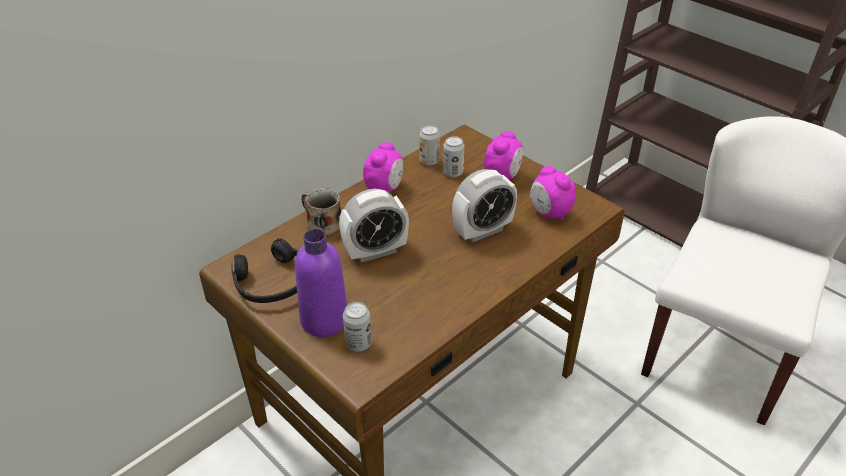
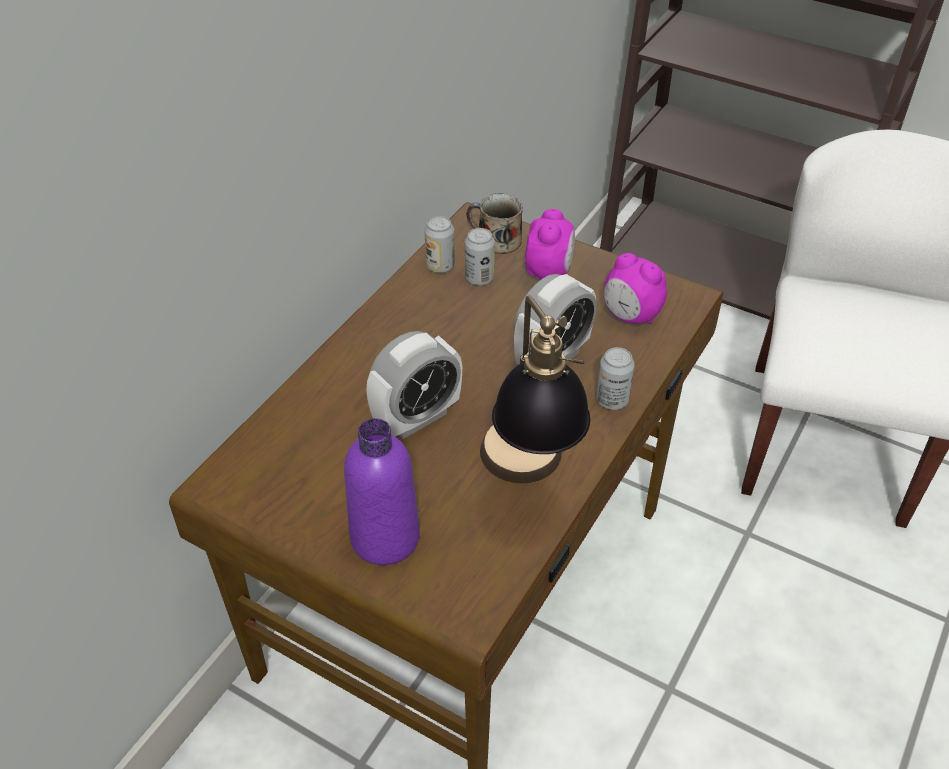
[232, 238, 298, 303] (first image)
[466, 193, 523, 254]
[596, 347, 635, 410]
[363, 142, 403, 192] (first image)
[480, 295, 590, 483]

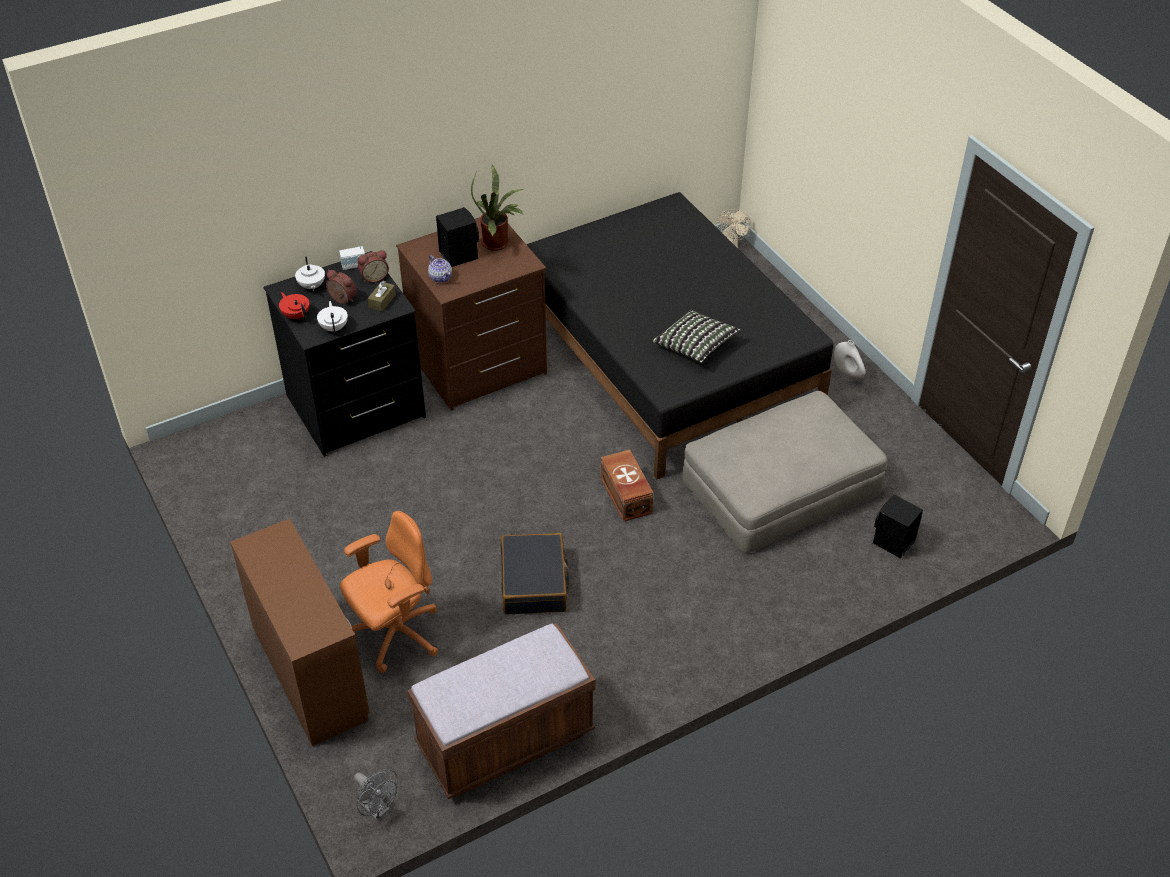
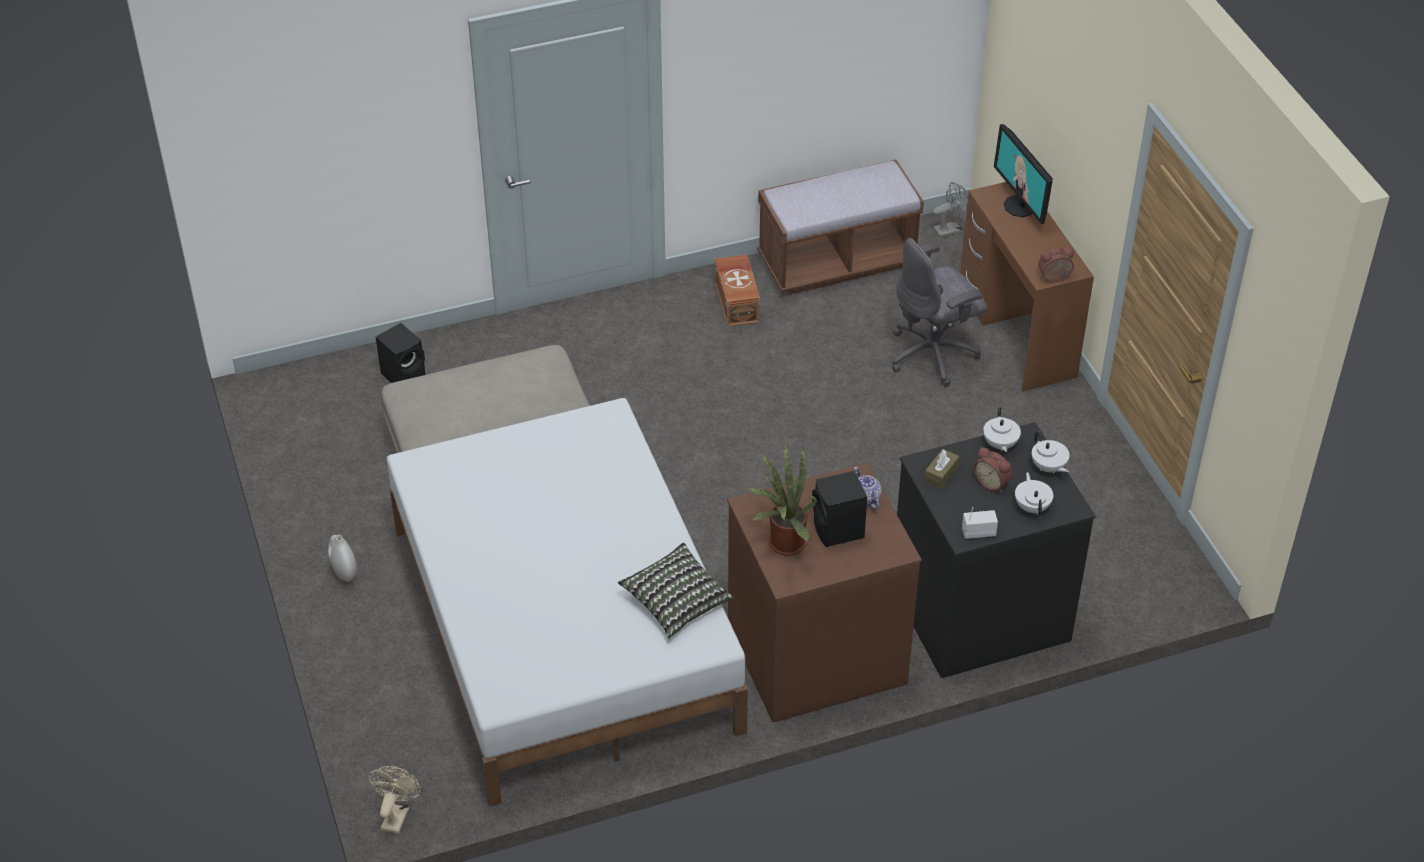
[1032, 431, 1069, 473]
[892, 238, 987, 387]
[933, 182, 968, 238]
[1038, 247, 1074, 283]
[501, 533, 570, 615] (first image)
[387, 398, 748, 807]
[715, 255, 760, 327]
[618, 543, 733, 639]
[994, 124, 1053, 224]

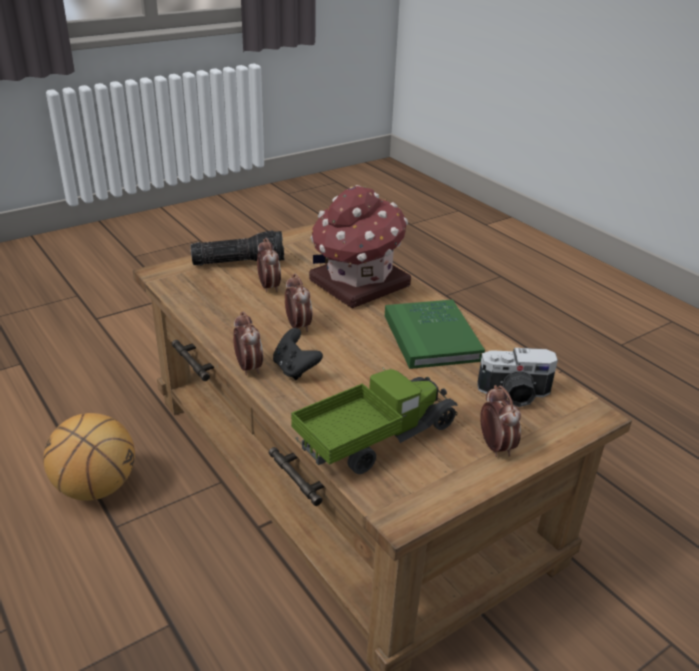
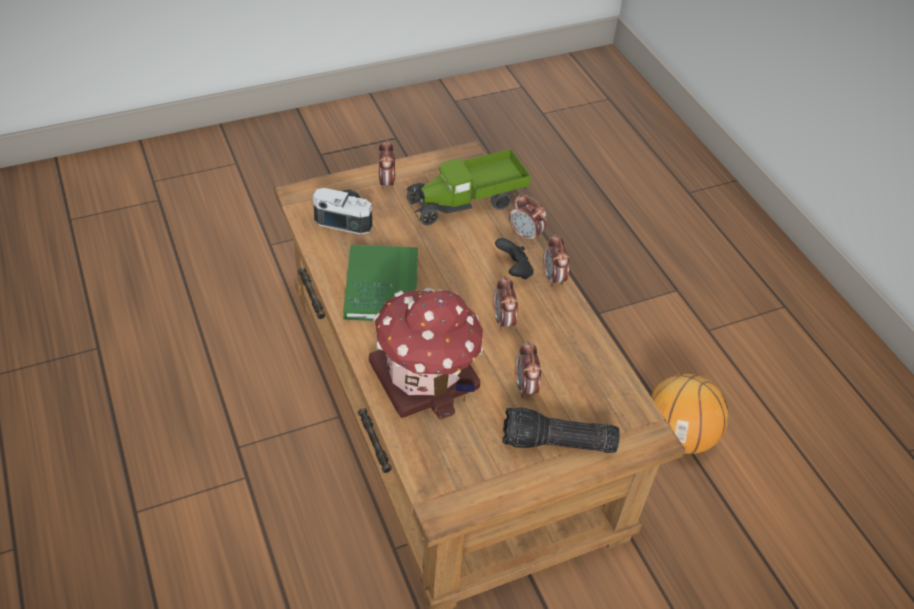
[509, 194, 547, 243]

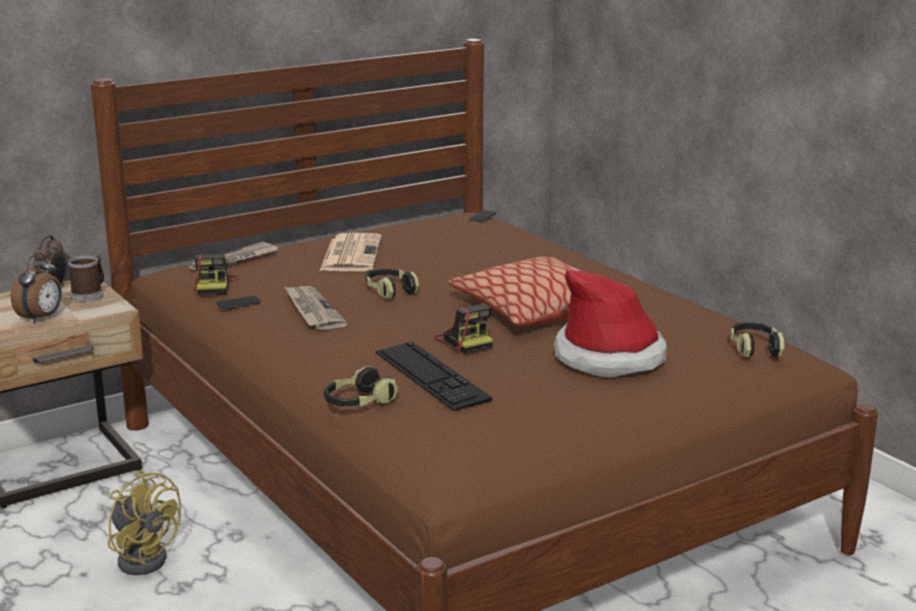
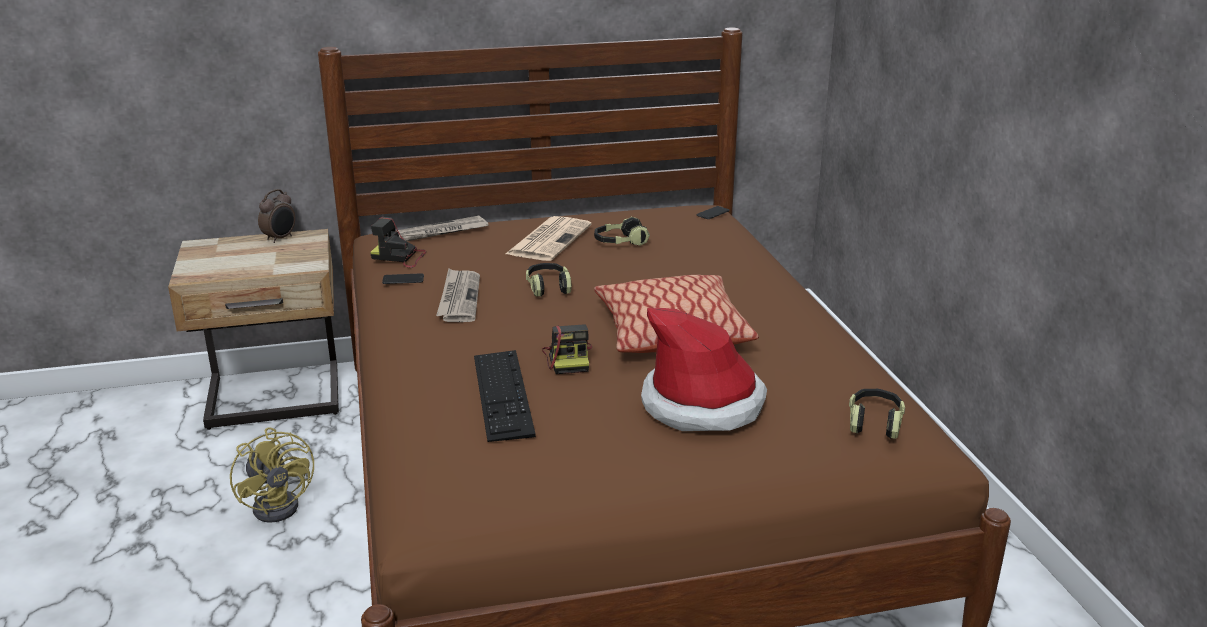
[11, 253, 62, 323] (first image)
[68, 255, 104, 303] (first image)
[370, 216, 427, 268]
[594, 217, 650, 246]

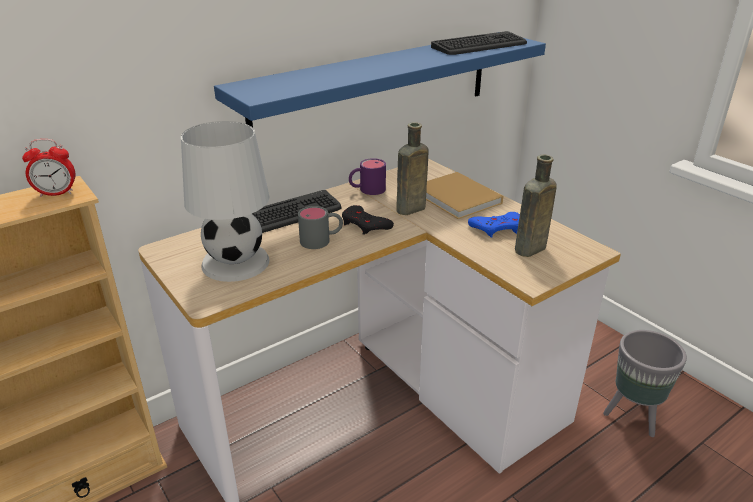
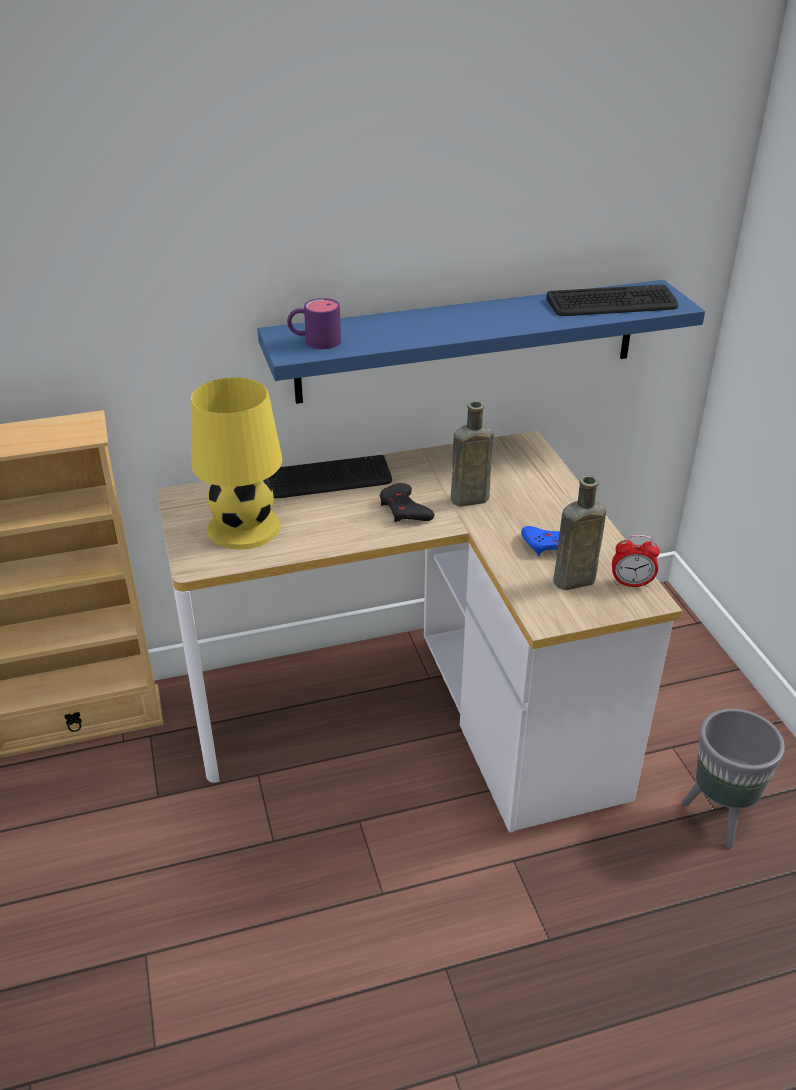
[612, 535, 660, 588]
[191, 377, 282, 550]
[298, 206, 343, 249] (first image)
[287, 298, 341, 349]
[426, 172, 503, 219] (first image)

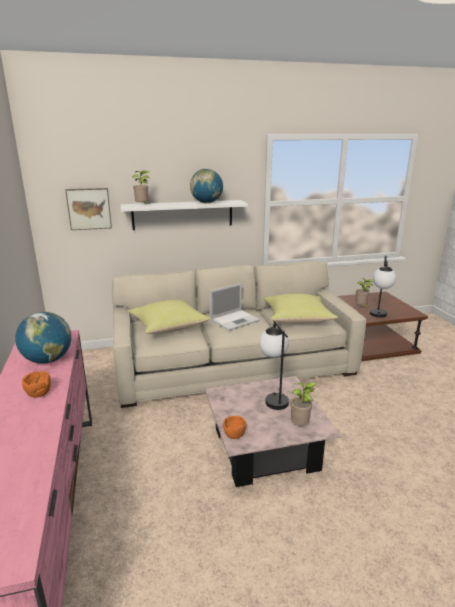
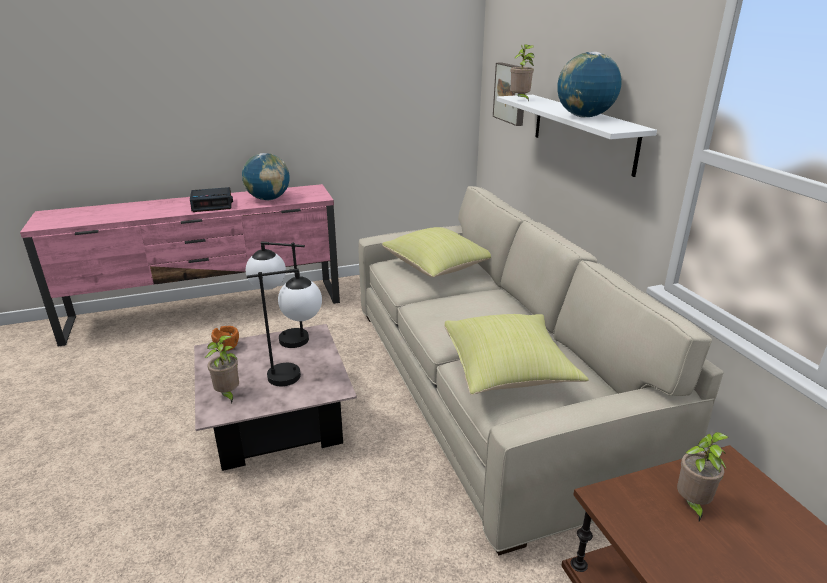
[190, 187, 233, 212]
[209, 283, 260, 331] (first image)
[246, 241, 309, 348]

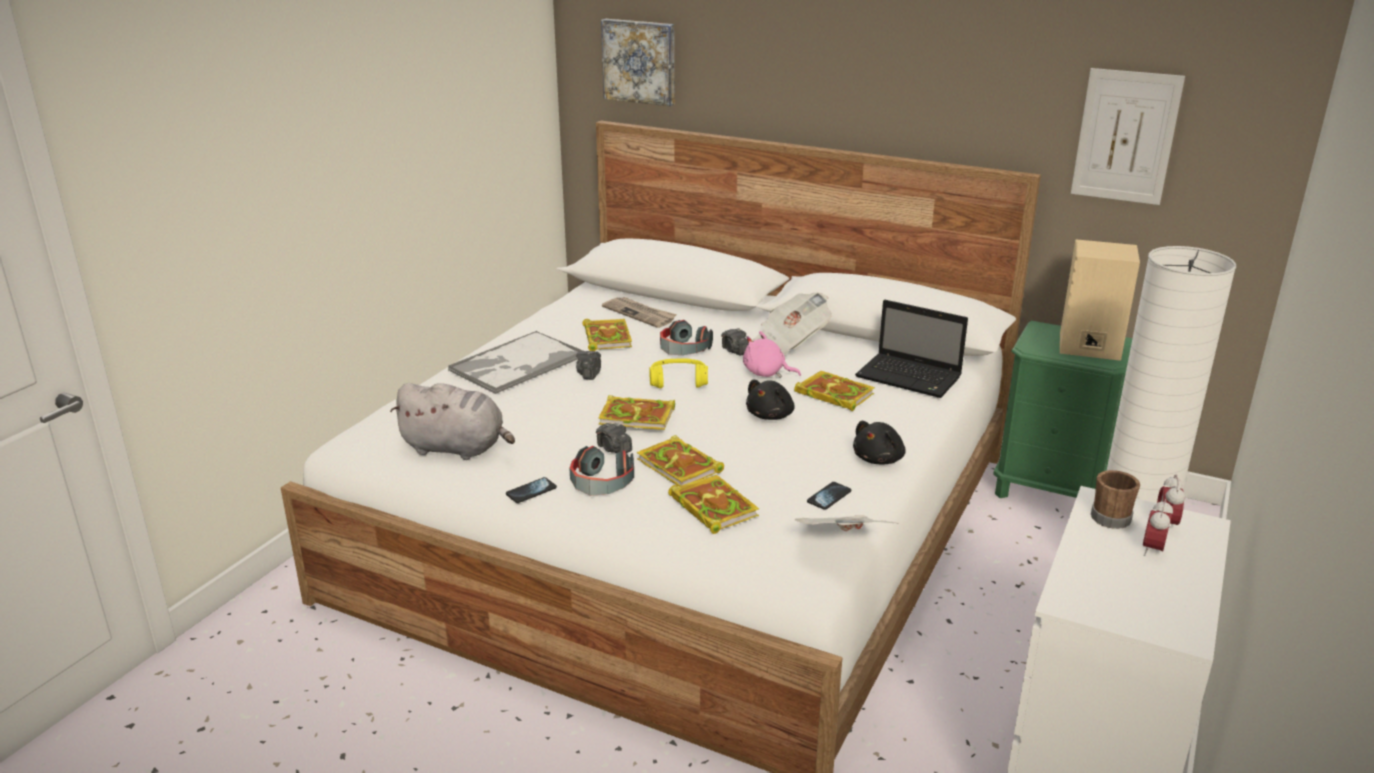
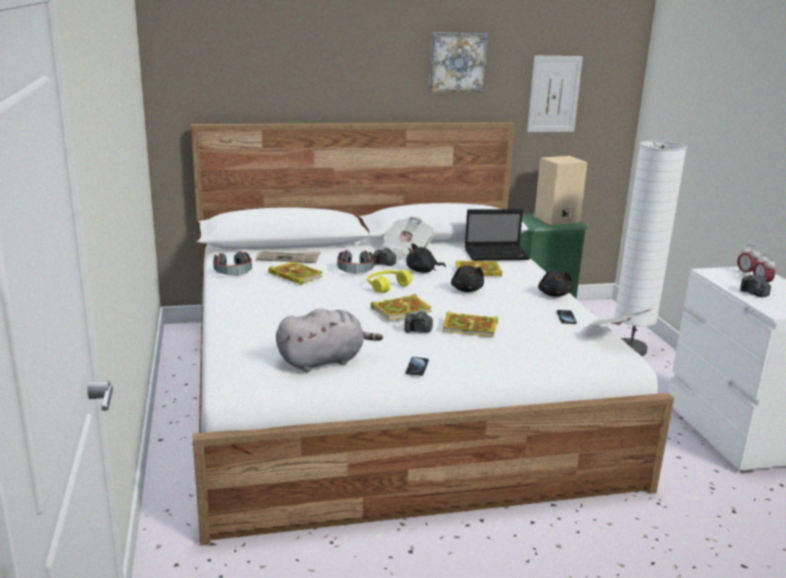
[448, 331, 583, 394] (first image)
[213, 251, 252, 276]
[740, 274, 771, 297]
[429, 32, 488, 92]
[668, 474, 759, 534] (first image)
[406, 243, 446, 273]
[1091, 470, 1140, 529] (first image)

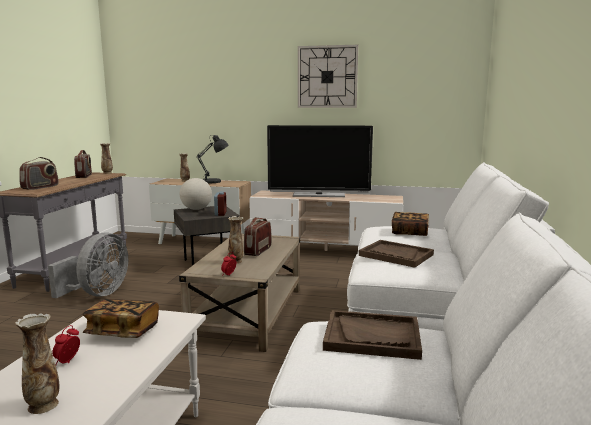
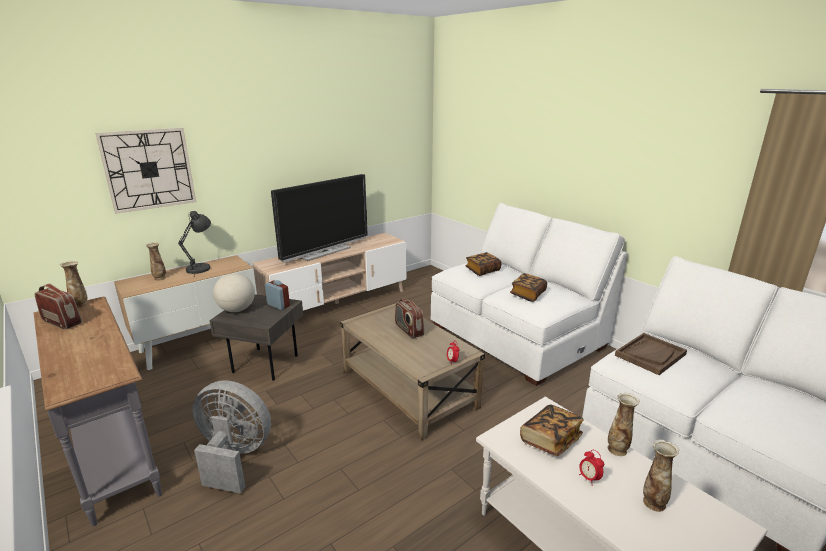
[19, 157, 59, 190] (first image)
[192, 380, 271, 494]
[608, 392, 640, 456]
[95, 128, 196, 214]
[510, 273, 547, 302]

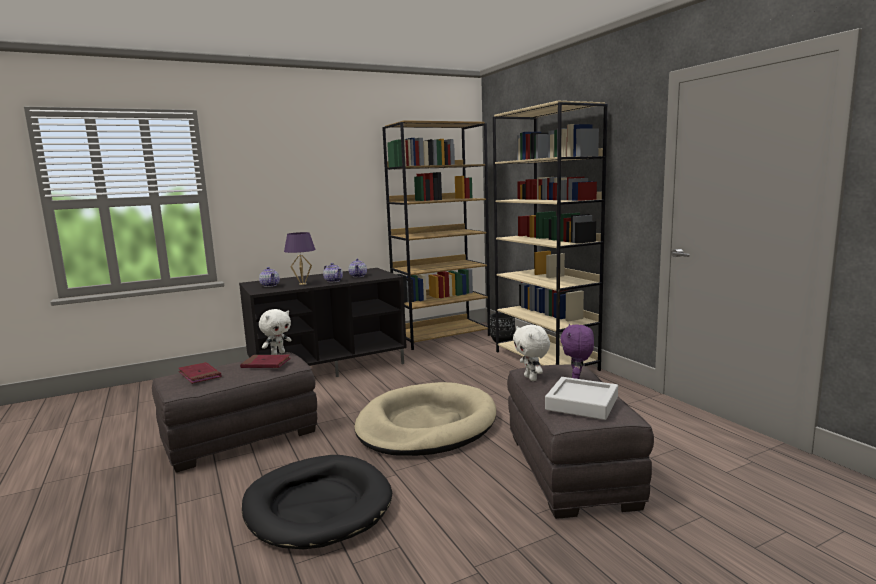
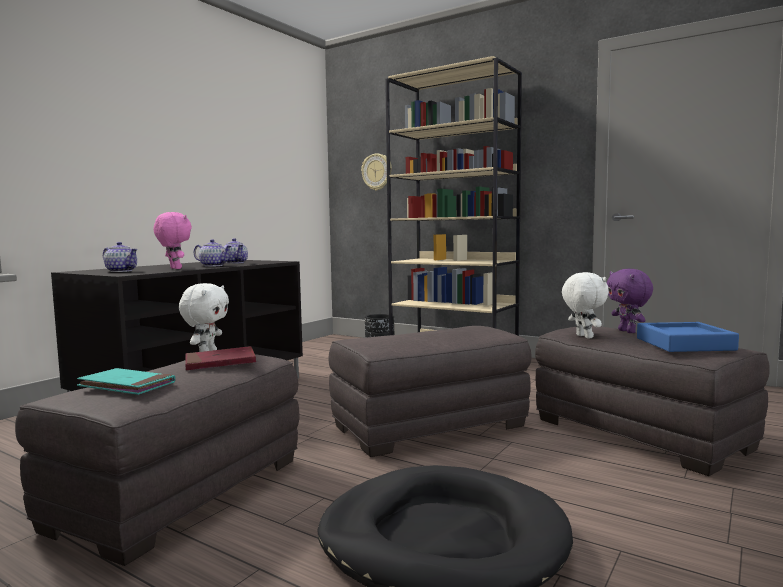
[77, 368, 175, 395]
[154, 212, 192, 269]
[329, 326, 532, 457]
[382, 120, 490, 350] (first image)
[562, 272, 609, 339]
[637, 322, 739, 352]
[361, 153, 392, 191]

